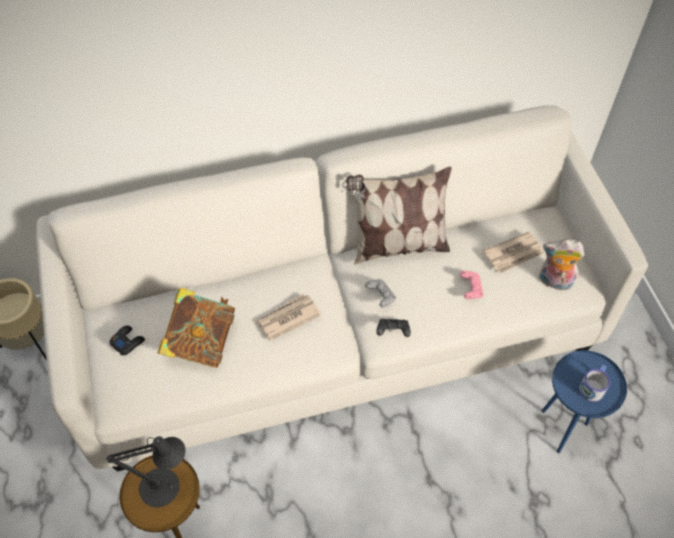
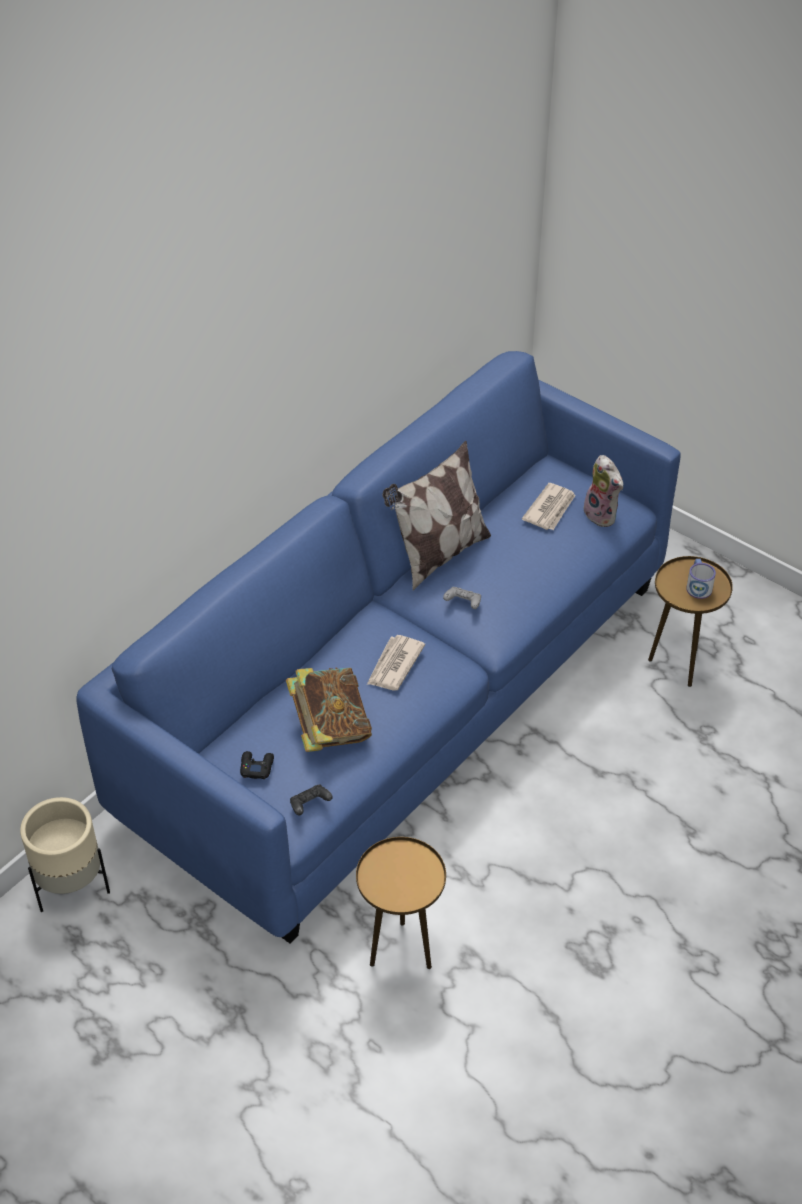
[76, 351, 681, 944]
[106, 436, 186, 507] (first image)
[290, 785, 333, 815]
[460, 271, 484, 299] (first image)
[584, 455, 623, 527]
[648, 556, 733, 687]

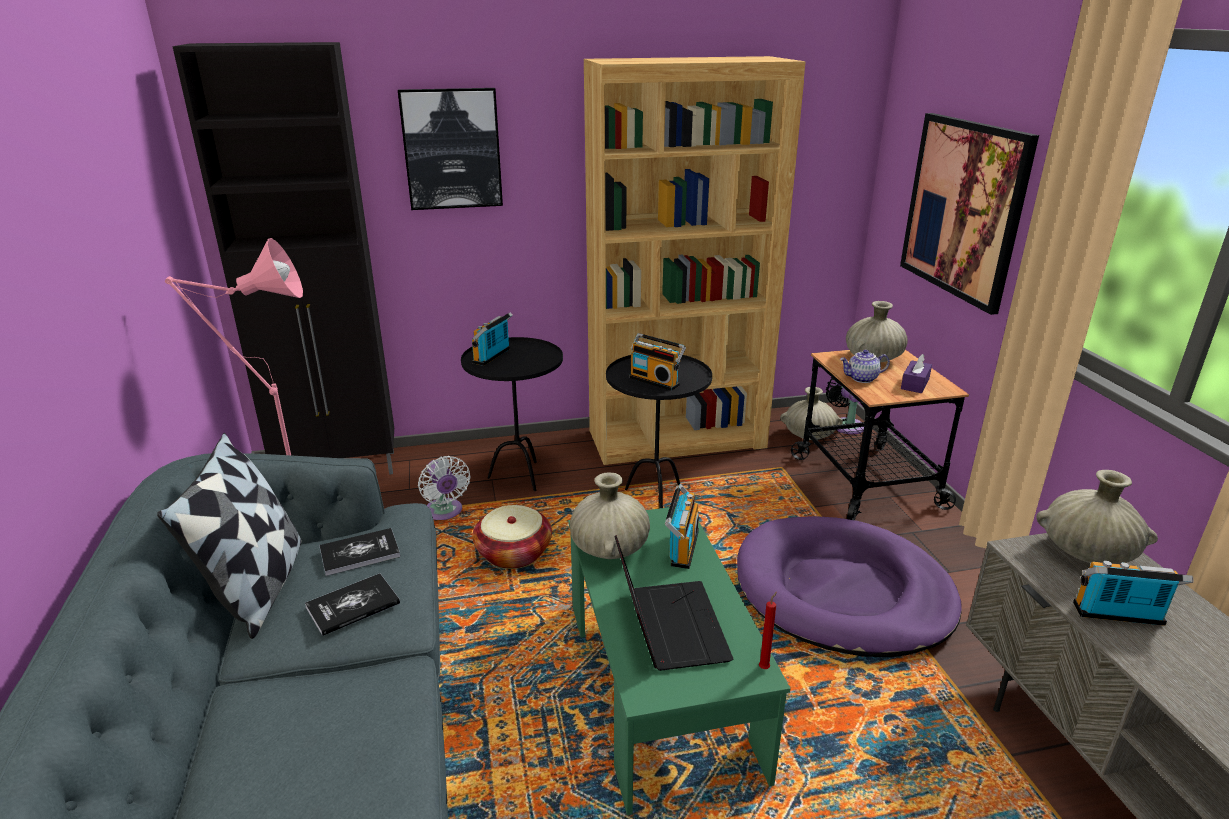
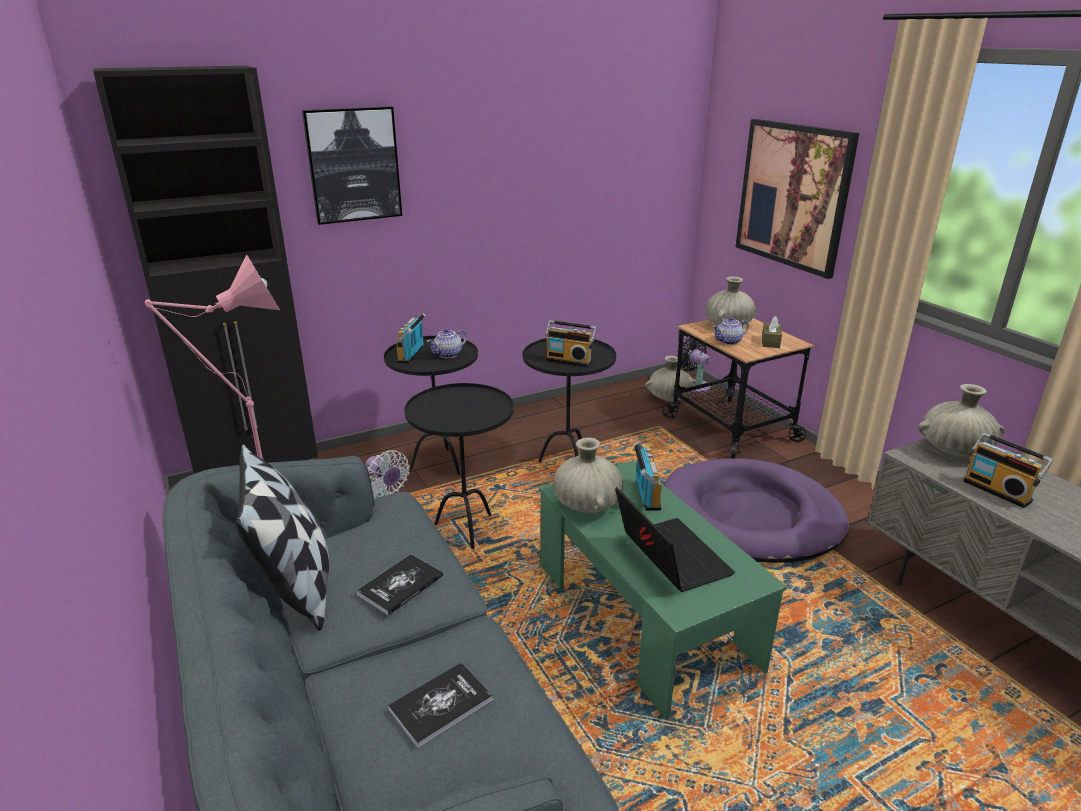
[388, 662, 493, 748]
[404, 383, 514, 549]
[584, 56, 806, 465] (first image)
[759, 591, 777, 669] (first image)
[762, 317, 782, 348]
[963, 433, 1053, 508]
[427, 328, 467, 358]

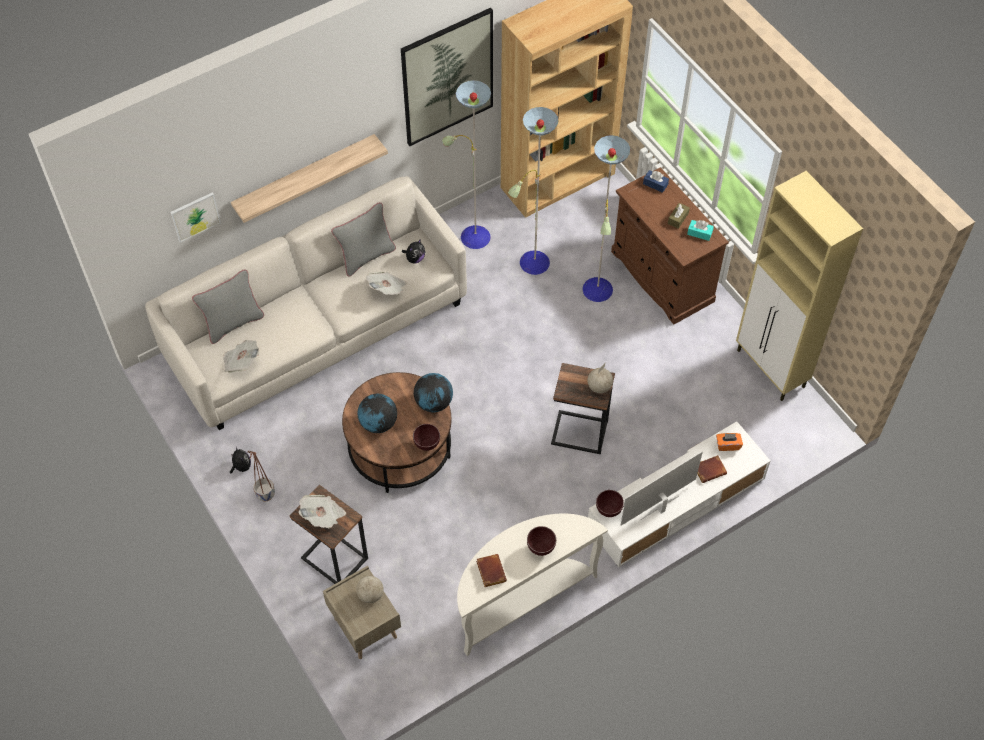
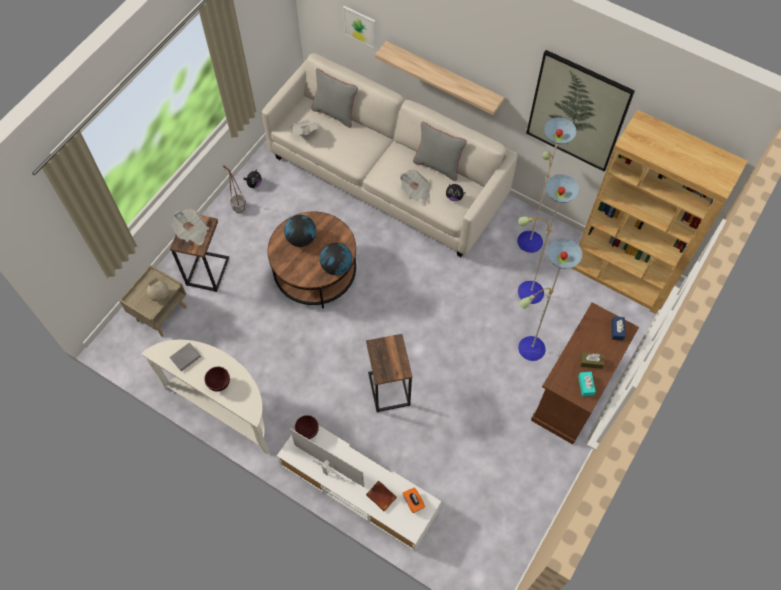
[413, 424, 440, 451] (first image)
[170, 342, 201, 371]
[588, 363, 613, 393] (first image)
[736, 171, 863, 401] (first image)

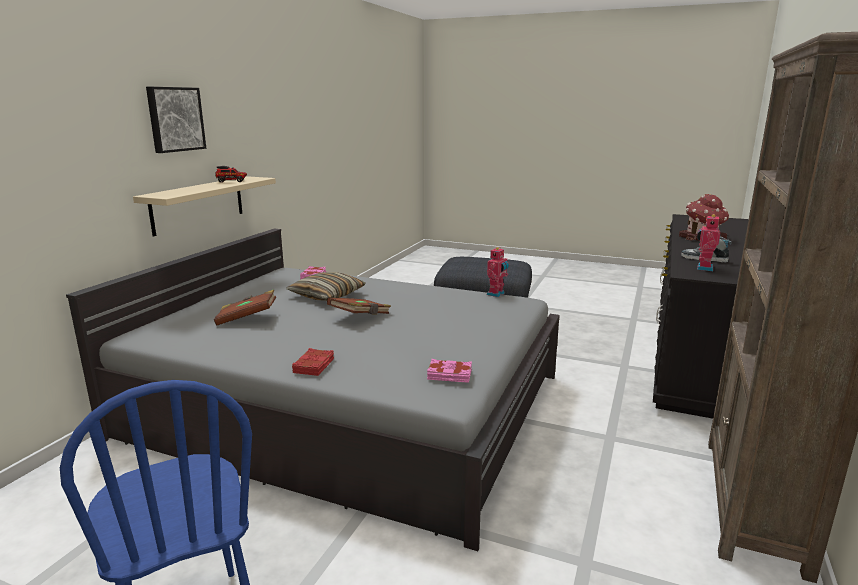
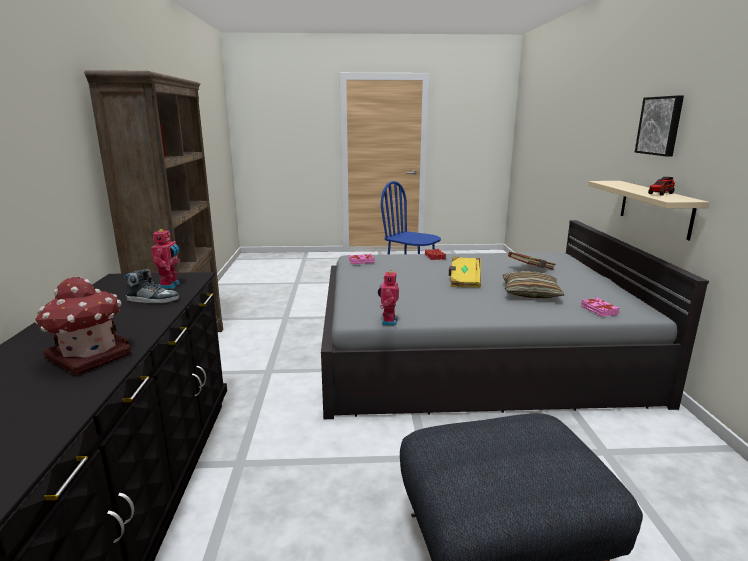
[449, 256, 481, 287]

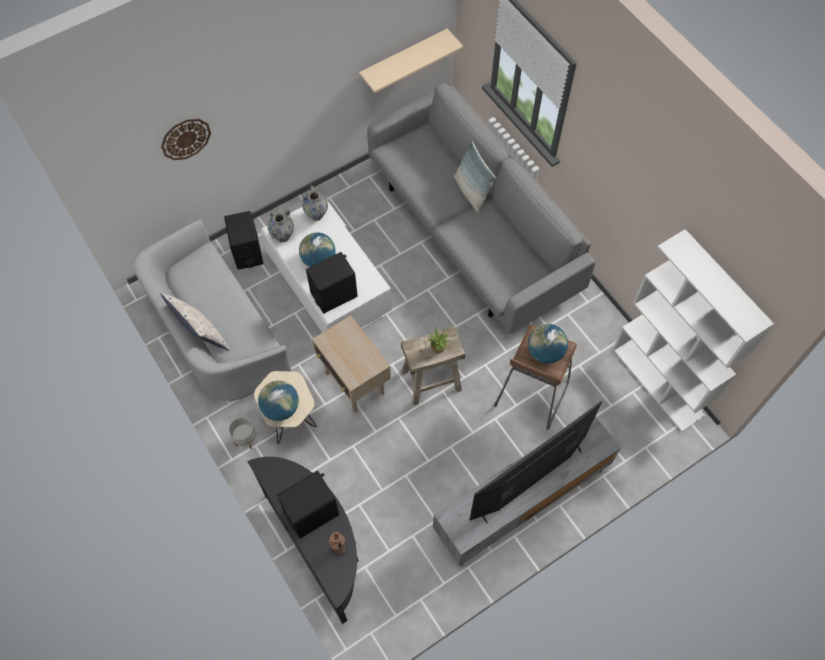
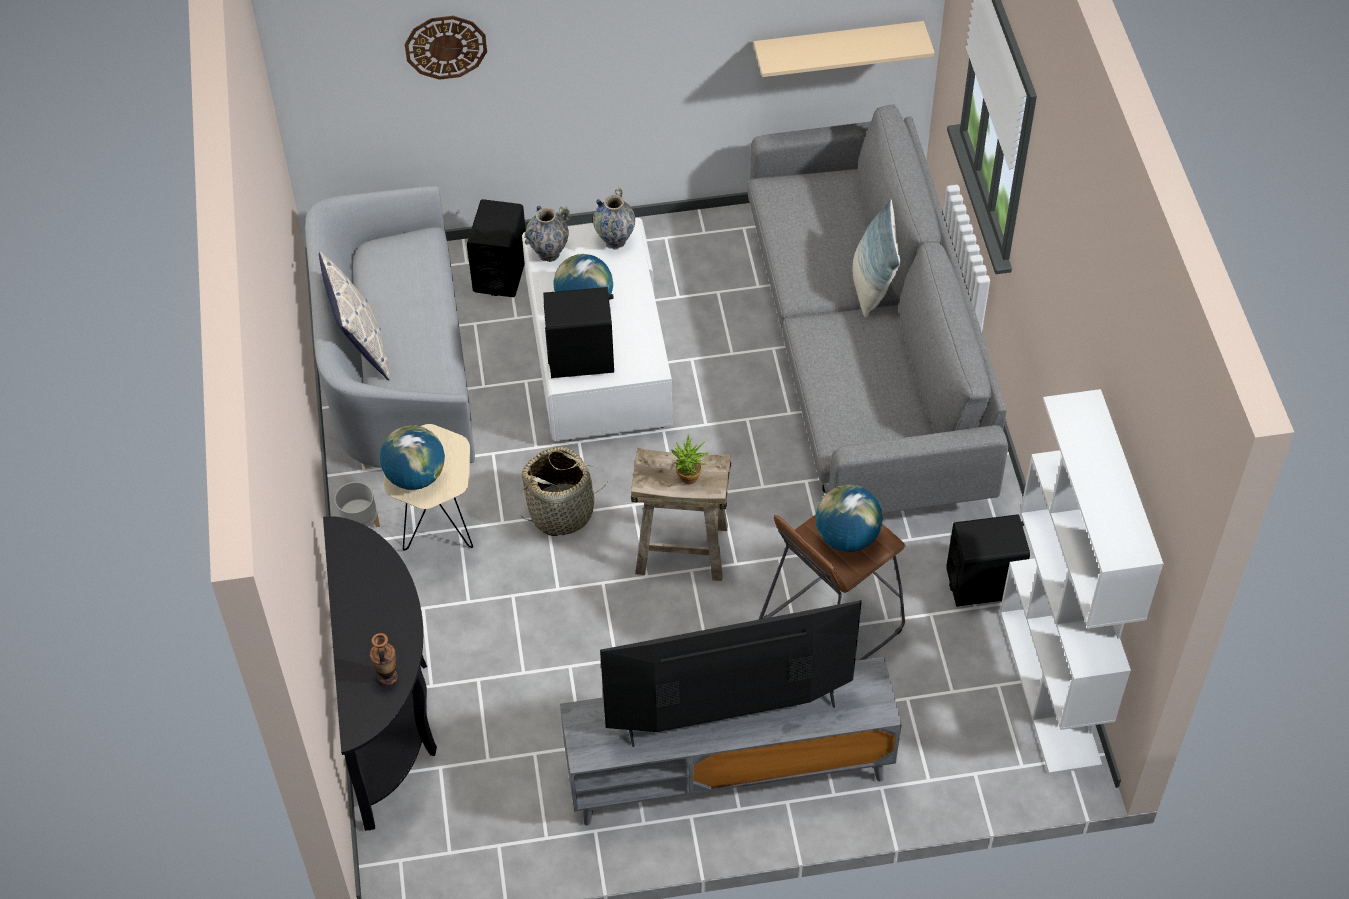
[946, 514, 1030, 606]
[521, 446, 608, 536]

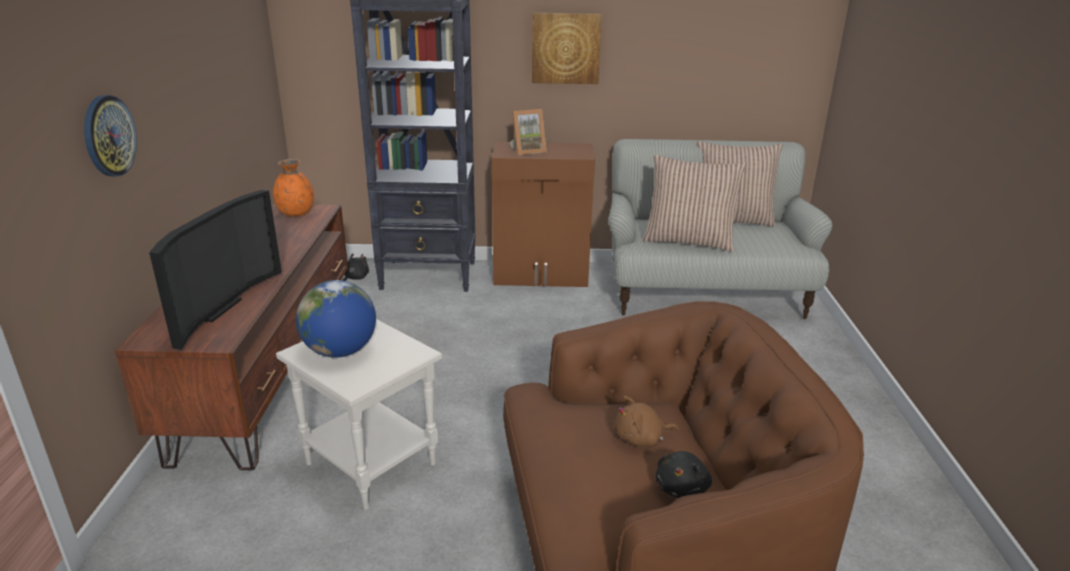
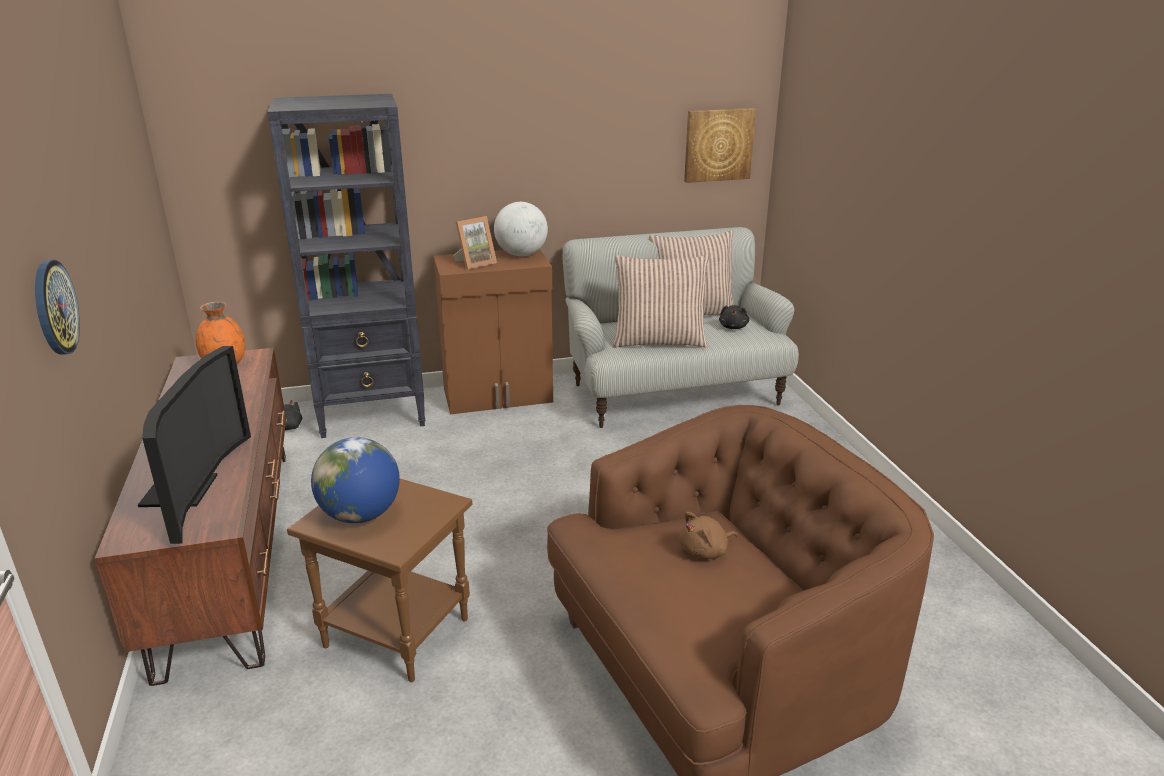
[287, 479, 472, 682]
[684, 108, 756, 183]
[719, 305, 749, 329]
[494, 202, 548, 256]

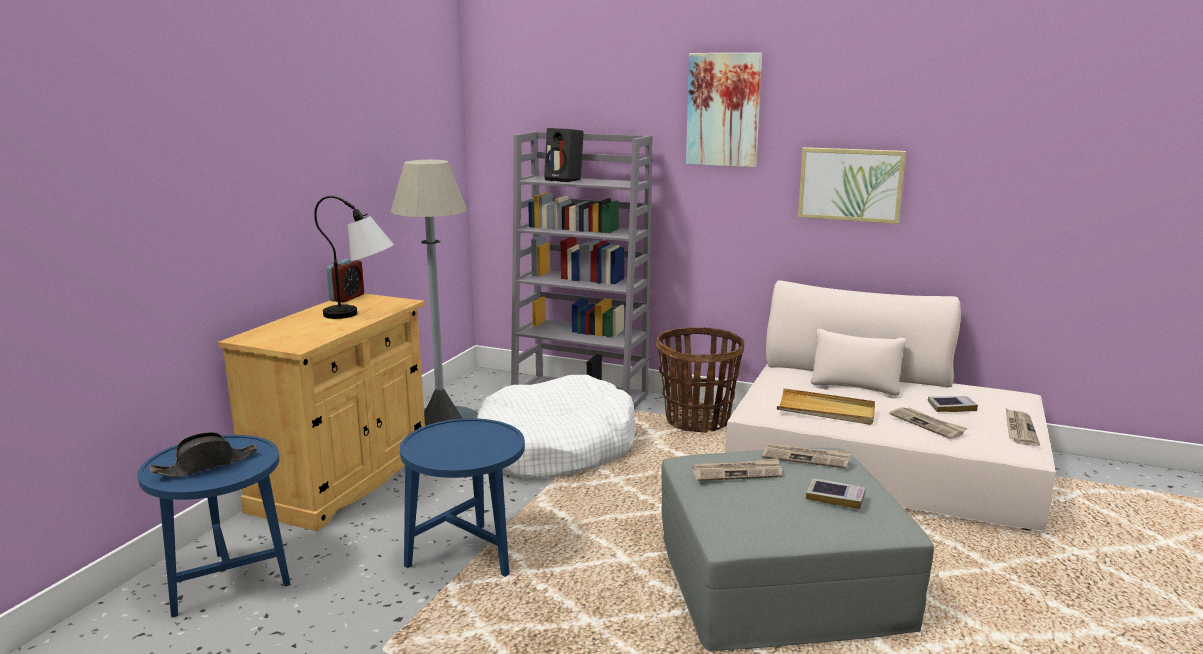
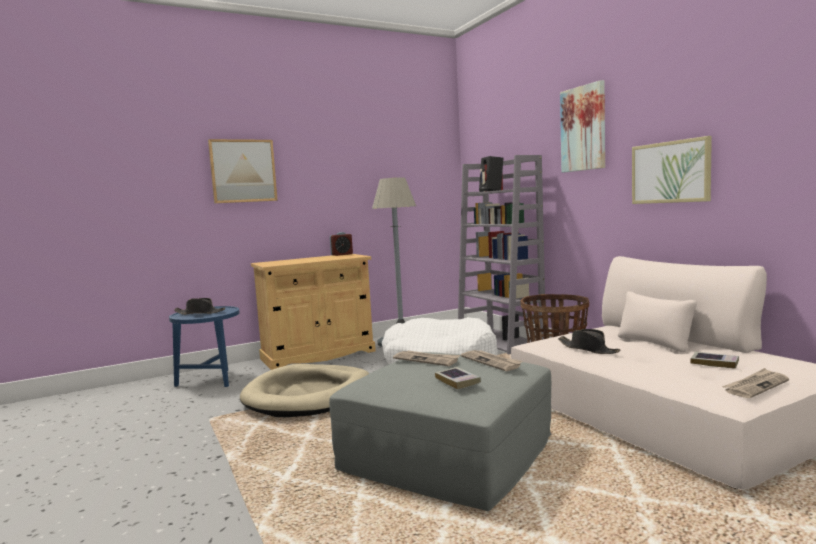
[314, 196, 394, 319] (first image)
[240, 364, 369, 417]
[558, 329, 620, 354]
[889, 407, 968, 439] (first image)
[208, 139, 278, 203]

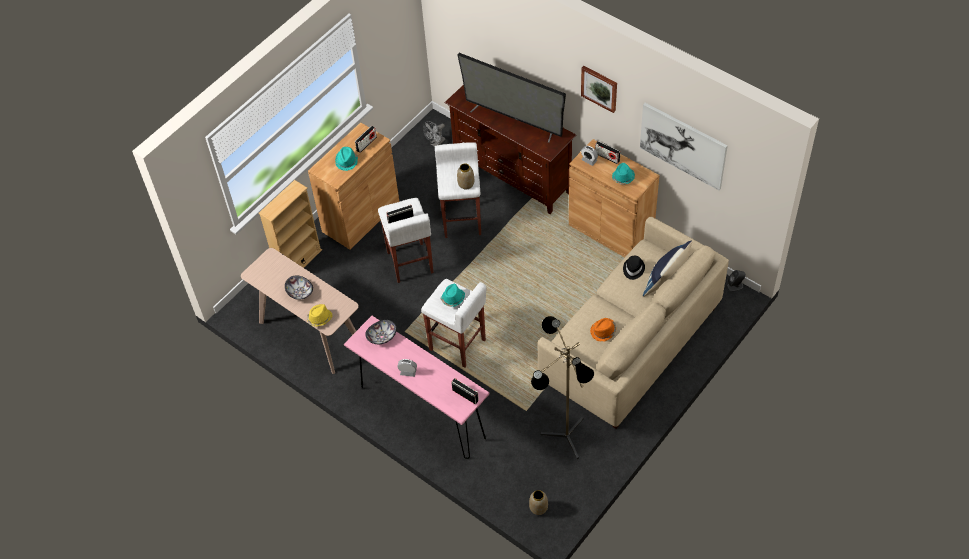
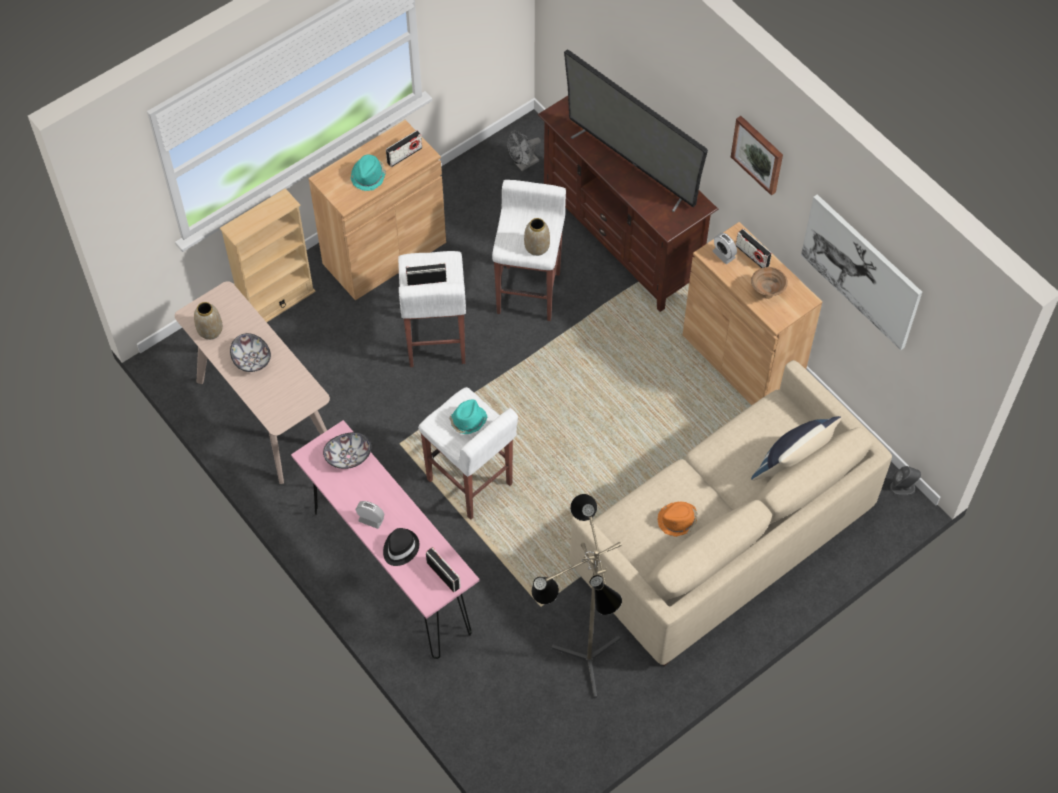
[307, 304, 332, 327] (first image)
[194, 302, 223, 340]
[751, 267, 788, 299]
[383, 528, 419, 566]

